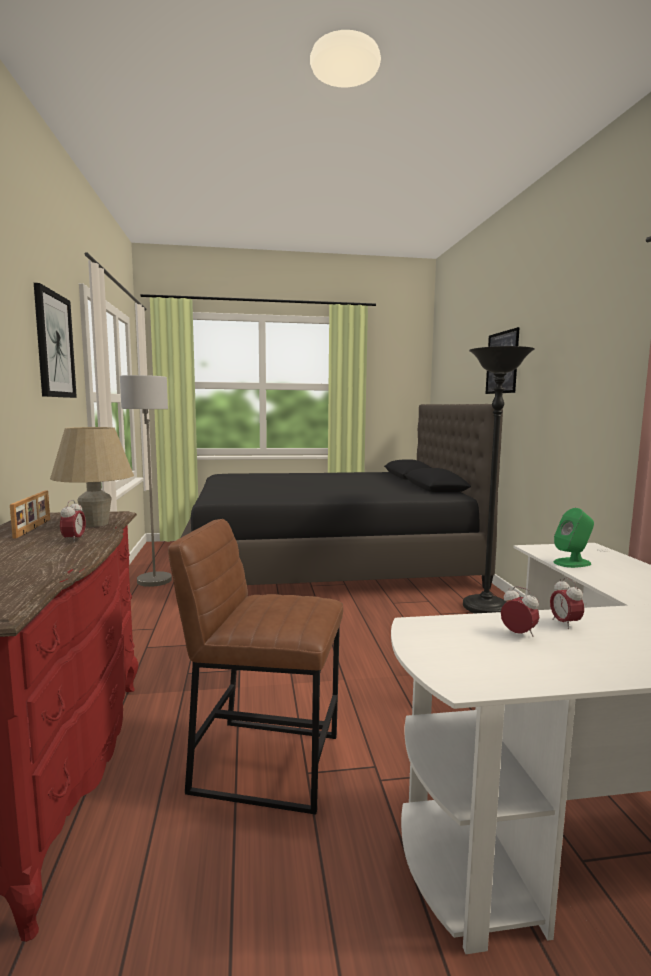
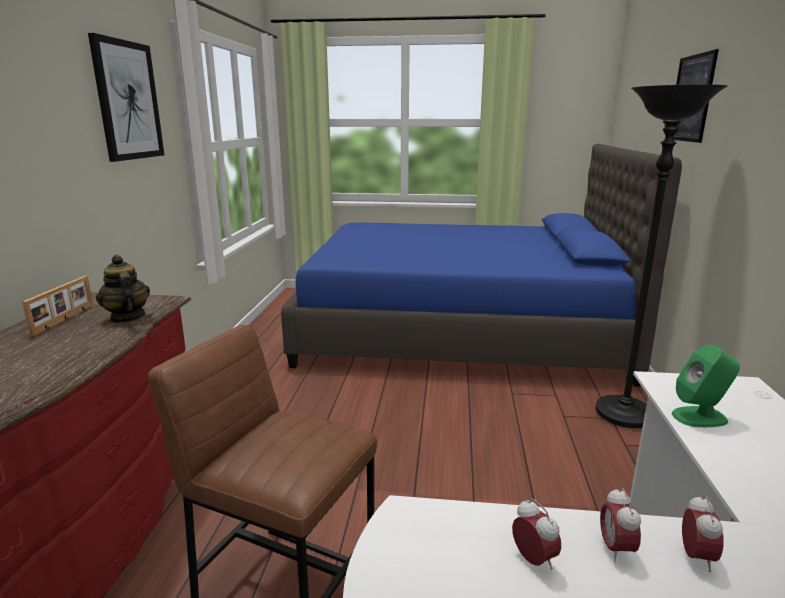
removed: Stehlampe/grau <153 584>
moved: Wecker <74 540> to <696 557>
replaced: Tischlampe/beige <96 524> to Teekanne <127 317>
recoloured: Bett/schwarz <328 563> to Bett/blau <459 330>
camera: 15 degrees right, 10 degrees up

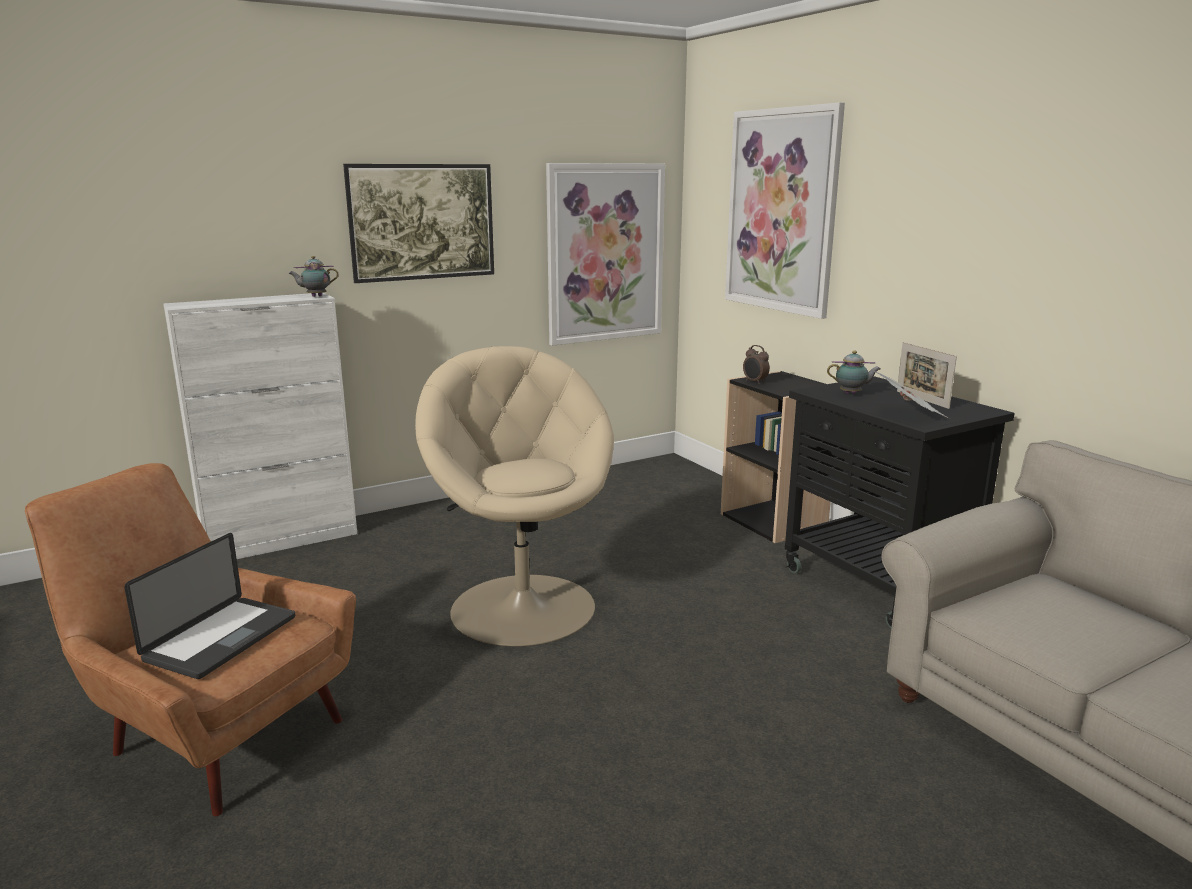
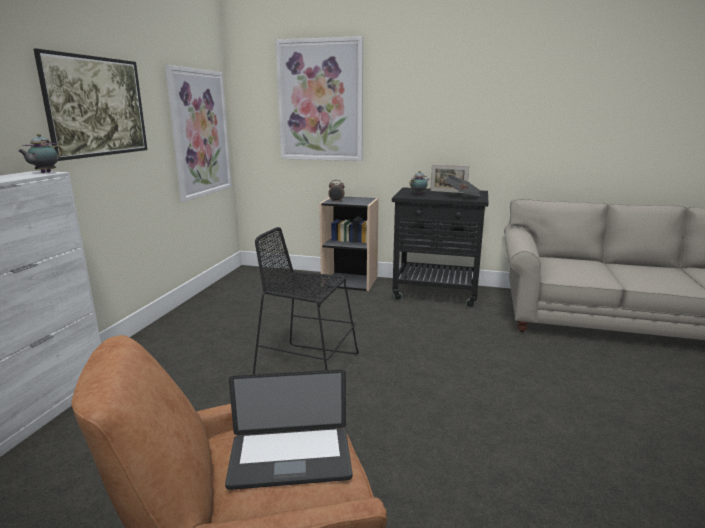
replaced: Sessel/beige <523 606> to Hocker/schwarz <309 369>
turned: Laptop <221 639> = <290 459> 105 degrees clockwise
camera: 45 degrees left, 0 degrees up

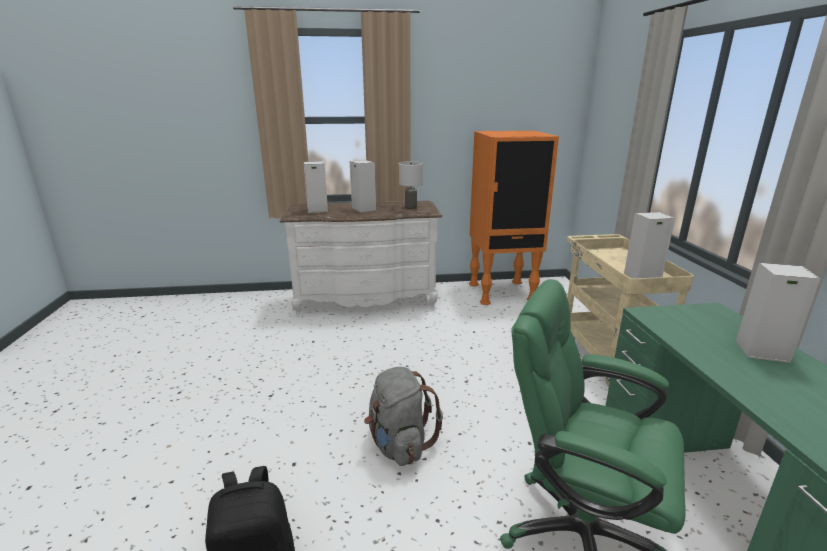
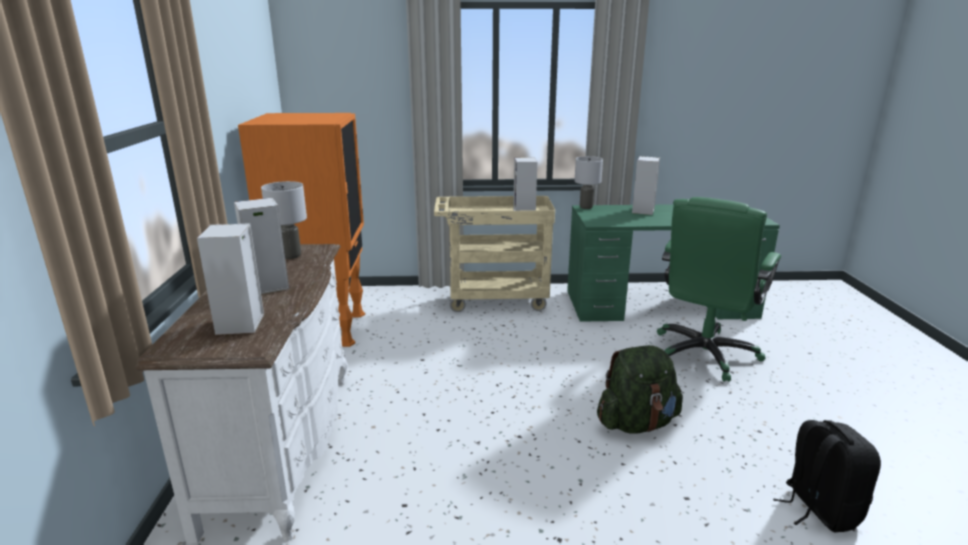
added: Tischlampe/weiß <585 207>
recoloured: Rucksack/grau <399 444> to Rucksack/grün <637 423>
camera: 85 degrees left, 0 degrees up

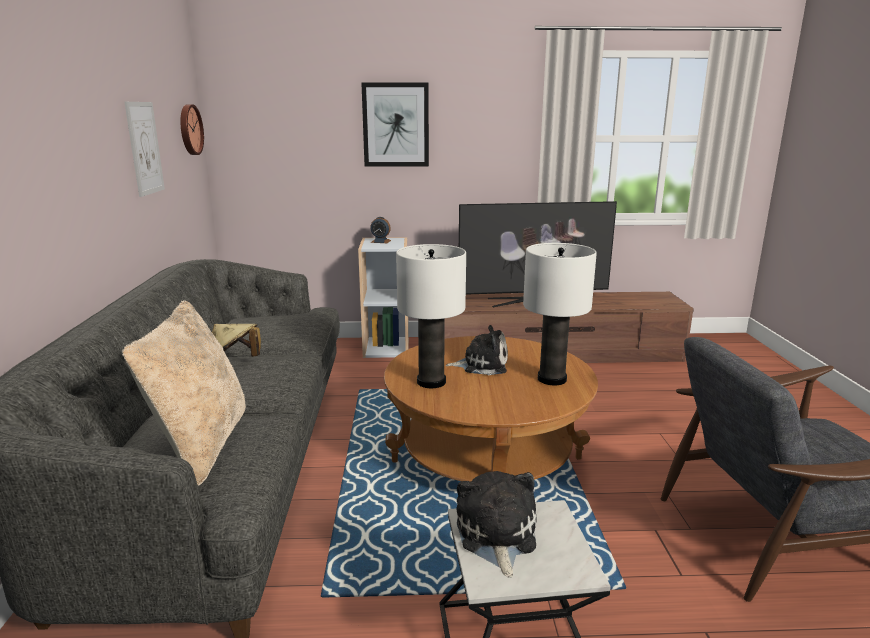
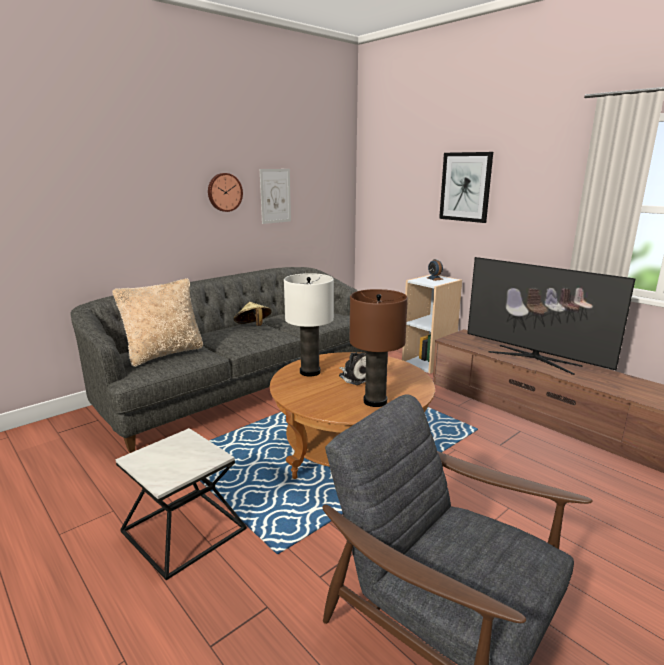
removed: Plüschtier <496 536>
moved: Wanduhr <189 129> to <224 192>
recoloured: Tischlampe/weiß <552 379> to Tischlampe/braun <375 401>
camera: 50 degrees right, 0 degrees up

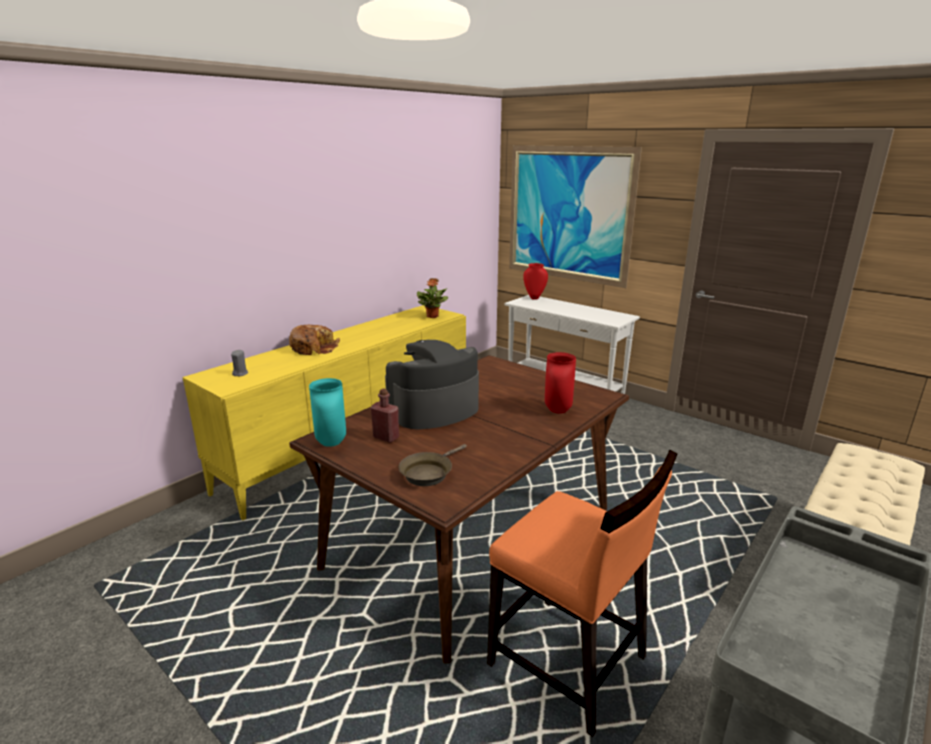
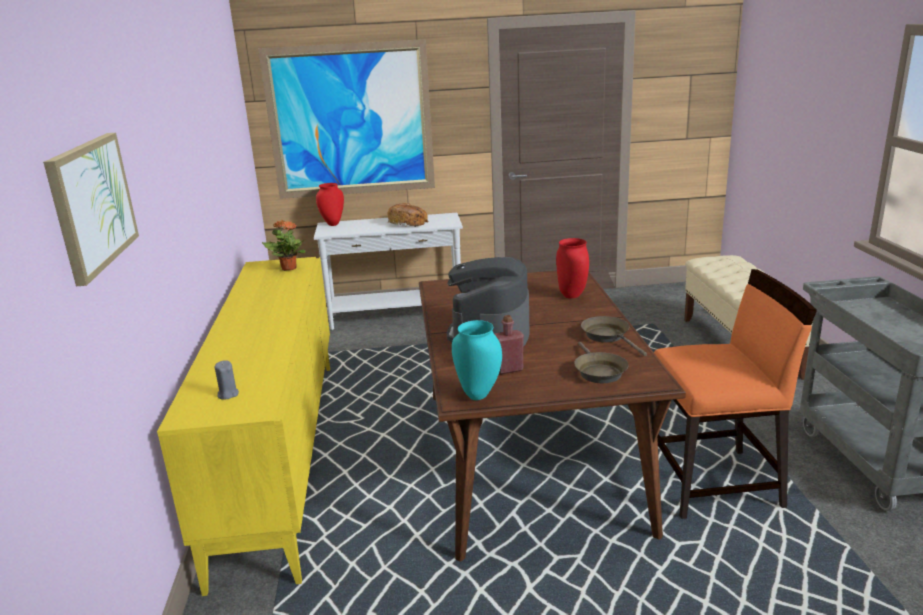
added: Bild <92 204>; Pfanne/braun <608 336>
moved: Brot <314 348> to <408 223>
camera: 45 degrees left, 0 degrees up

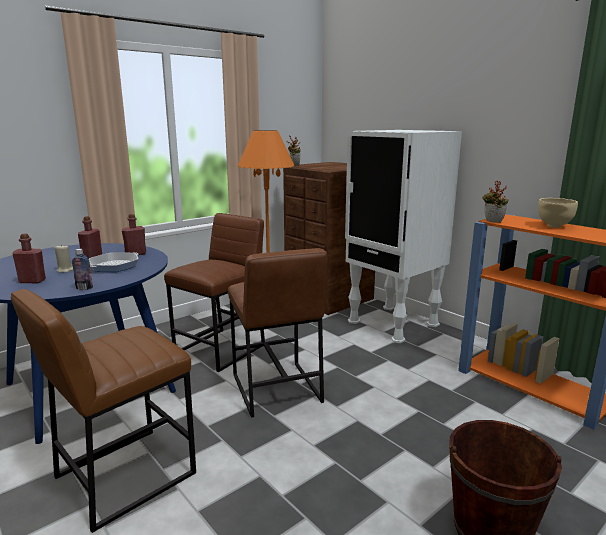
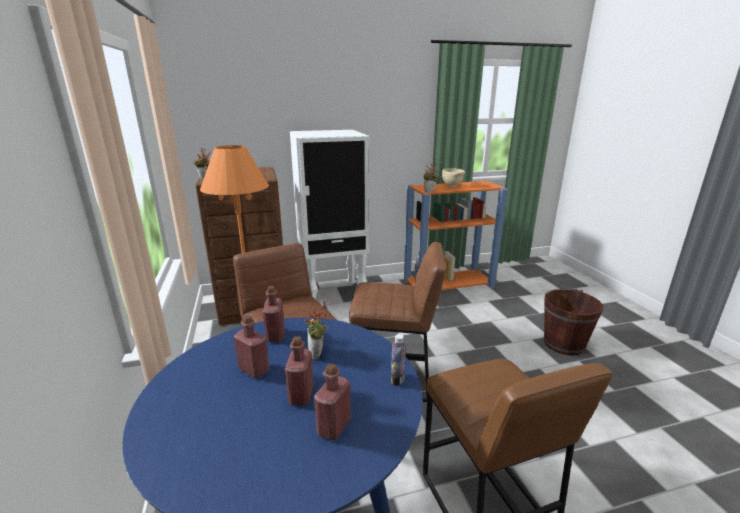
replaced: Kerze/beige <65 270> to Flasche/rot <301 395>; Pfanne <114 266> to Topfpflanze <318 354>
camera: 65 degrees left, 5 degrees up

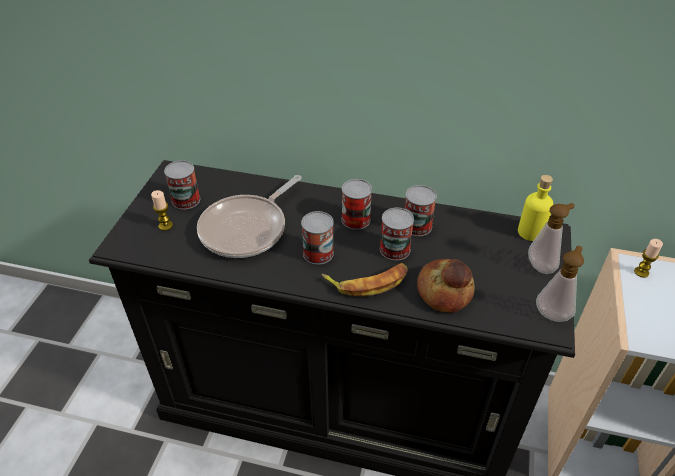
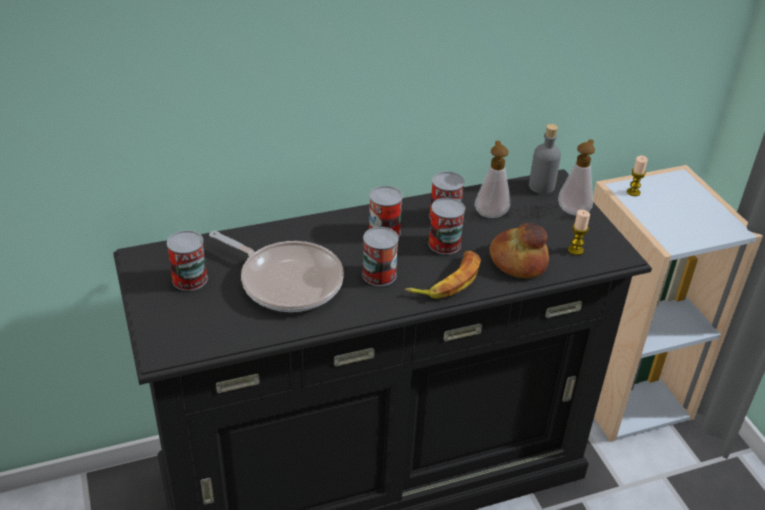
moved: Seifenspender <552 313> to <490 213>; Kerze <165 225> to <575 250>
recoloured: Flasche/gelb <530 232> to Flasche/grau <541 186>
turned: Pfanne <247 229> = <287 280> 60 degrees counterclockwise
camera: 35 degrees left, 5 degrees down

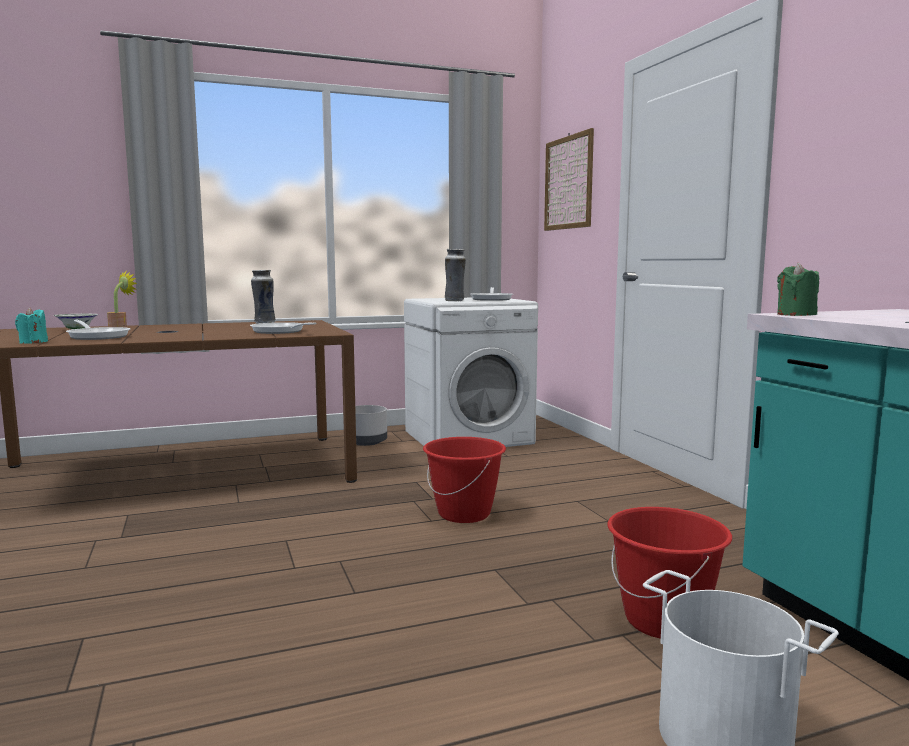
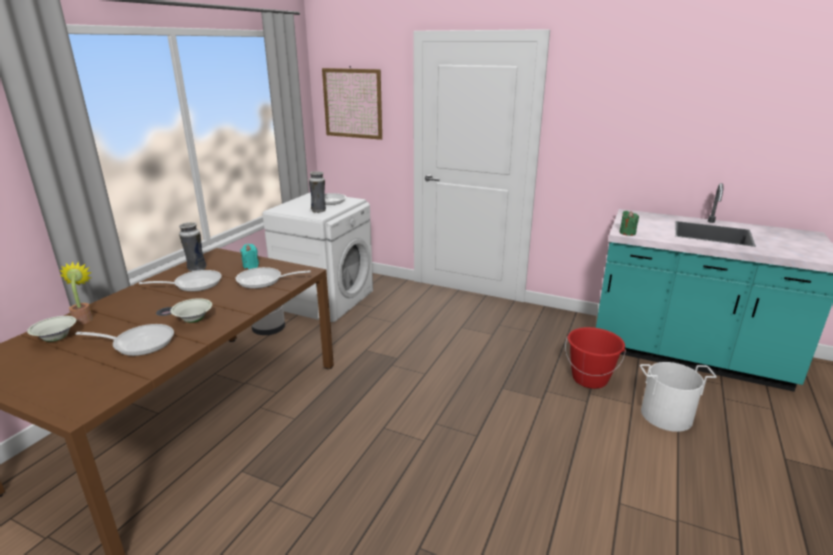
removed: Eimer/rot <464 514>
added: Pfanne <193 284>; Schüssel/weiß <194 320>
moved: Kerze/türkis <33 342> to <251 266>
camera: 45 degrees left, 15 degrees up

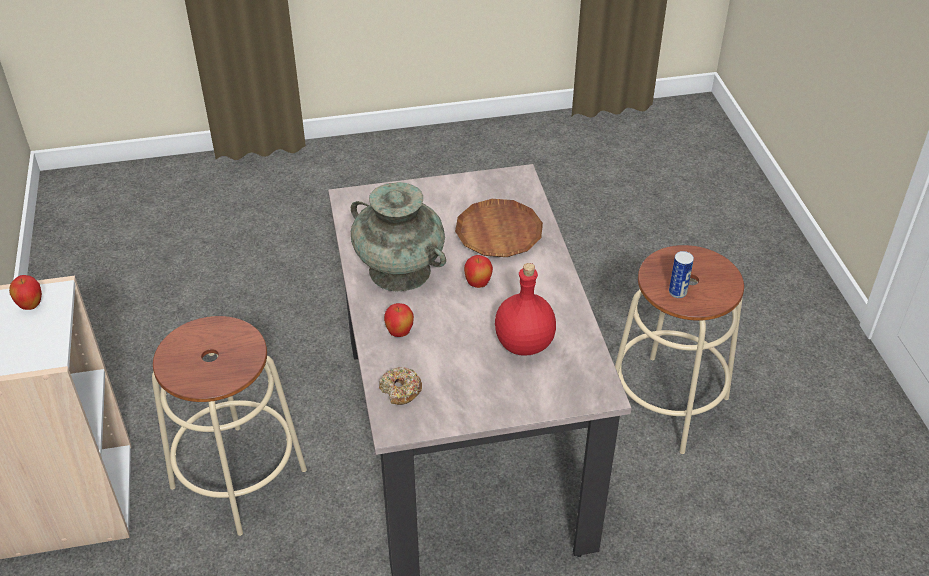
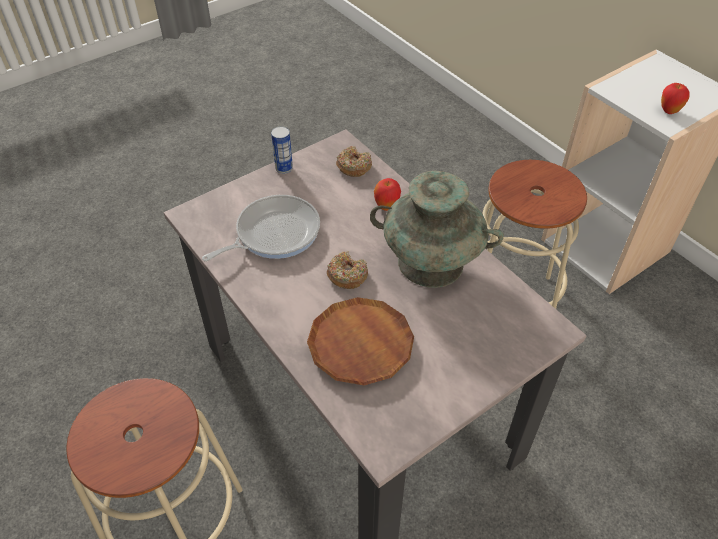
moved: Dose <677 292> to <284 168>
replaced: Flasche/rot <525 344> to Pfanne <273 233>; Apfel <478 284> to Donut <347 275>
camera: 155 degrees right, 5 degrees up

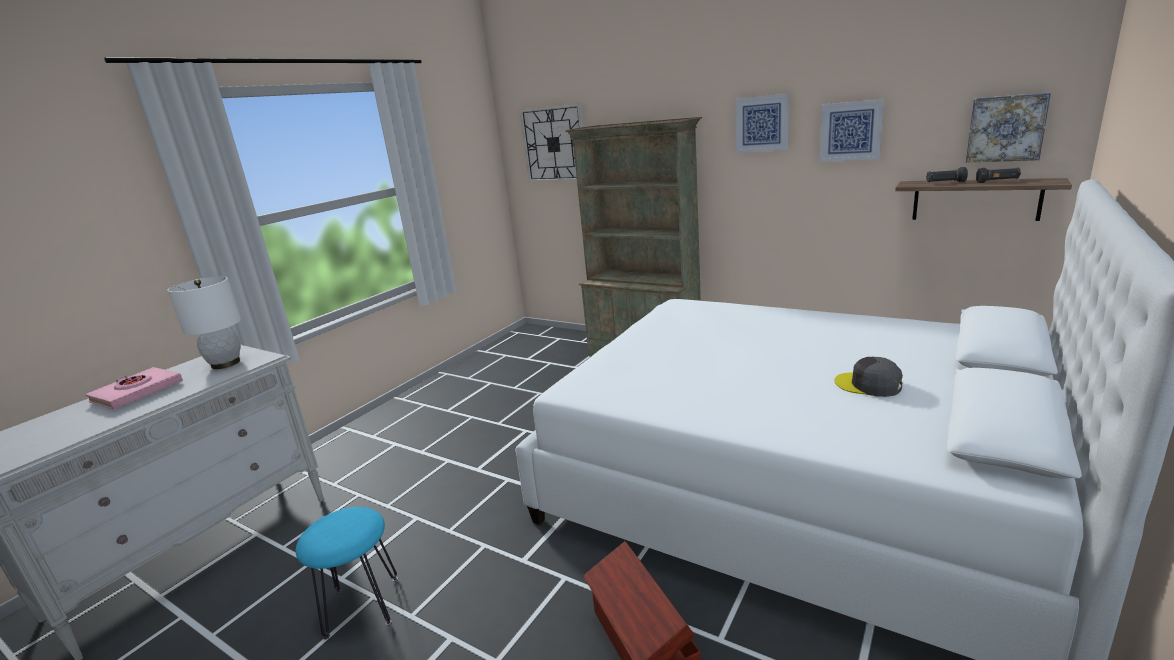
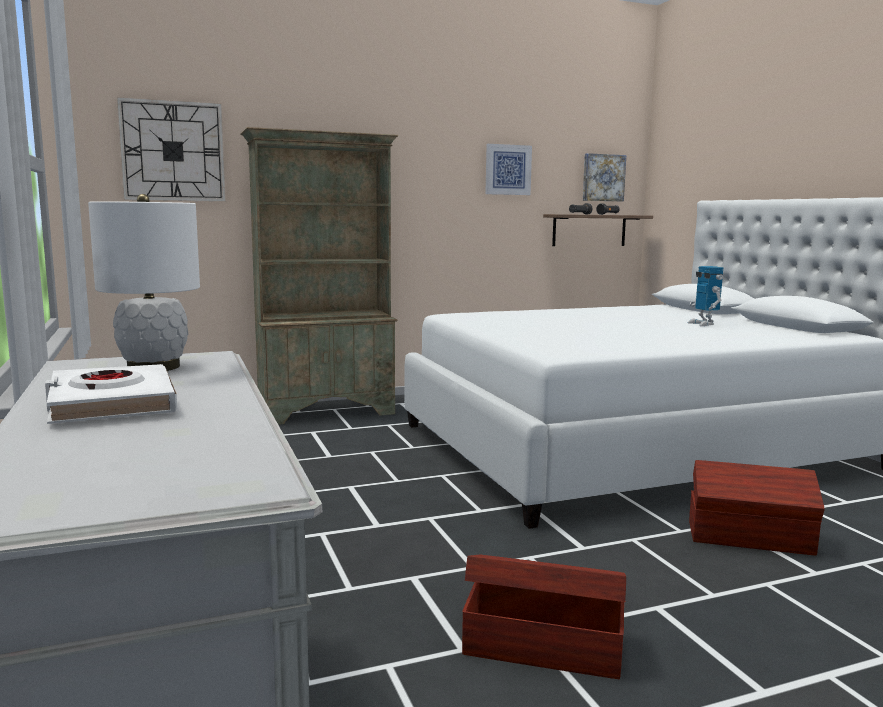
removed: Bild <762 124>
replaced: Hocker/türkis <362 606> to Aufbewahrungsbox/braun <541 645>; Kappe/grau <868 385> to Spielzeugroboter <703 324>
recoloured: Buch/rosa <137 392> to Buch/weiß <111 404>
camera: 55 degrees left, 10 degrees down

